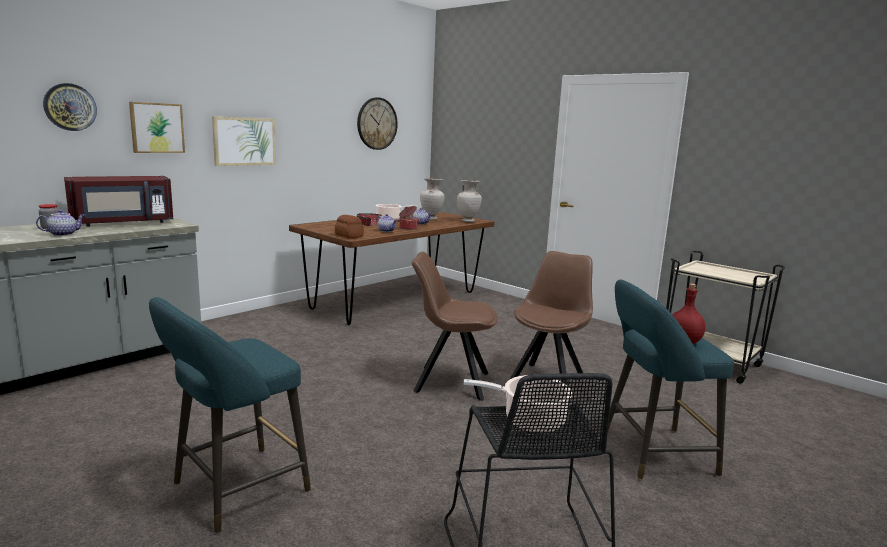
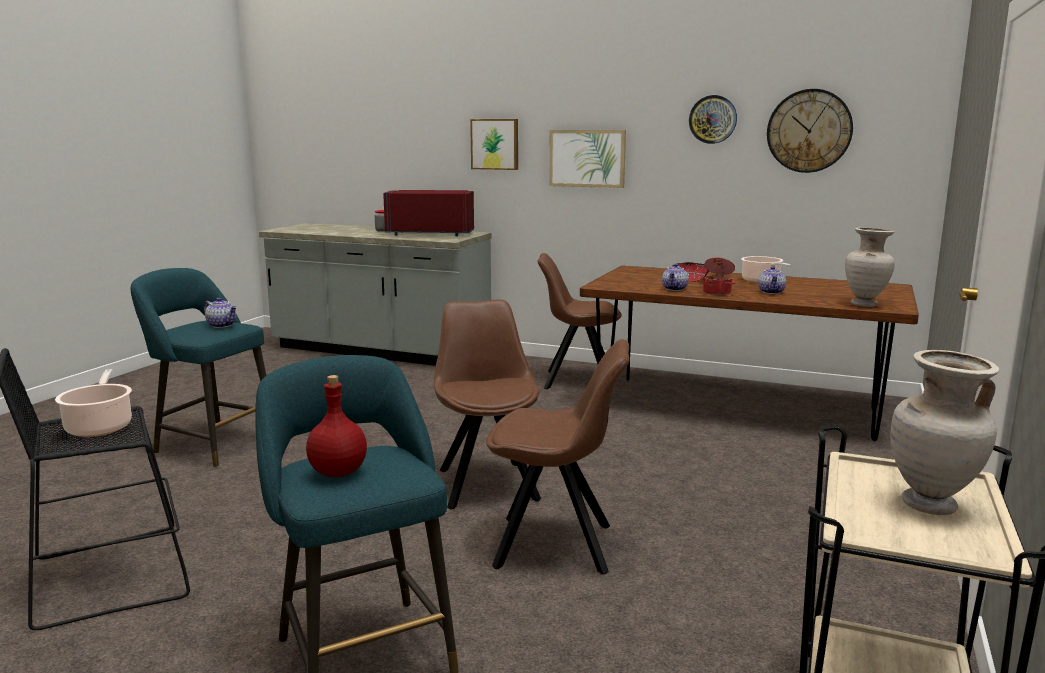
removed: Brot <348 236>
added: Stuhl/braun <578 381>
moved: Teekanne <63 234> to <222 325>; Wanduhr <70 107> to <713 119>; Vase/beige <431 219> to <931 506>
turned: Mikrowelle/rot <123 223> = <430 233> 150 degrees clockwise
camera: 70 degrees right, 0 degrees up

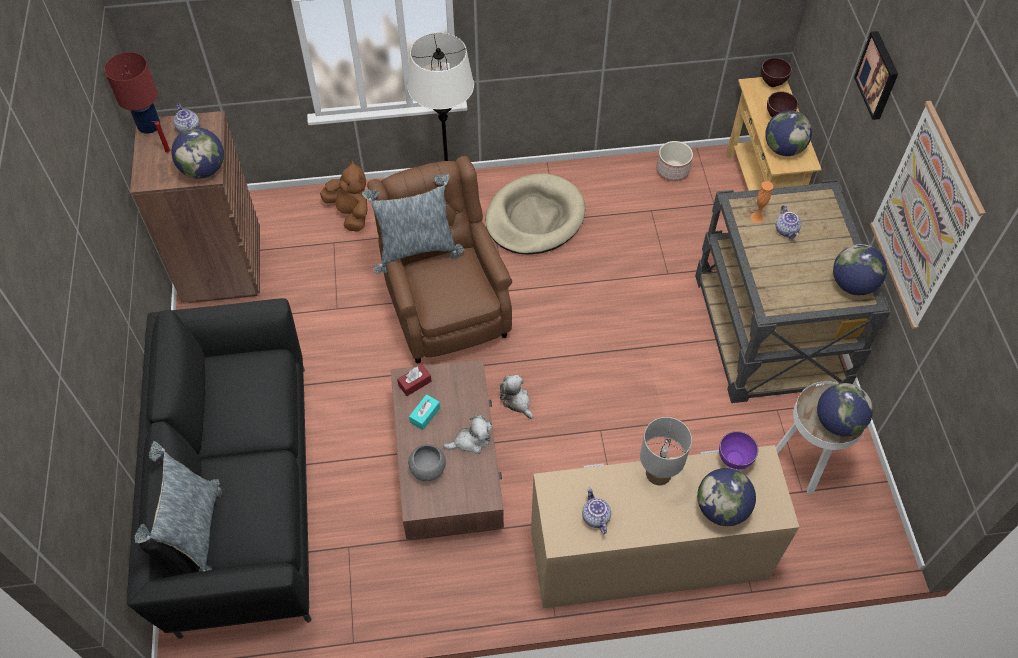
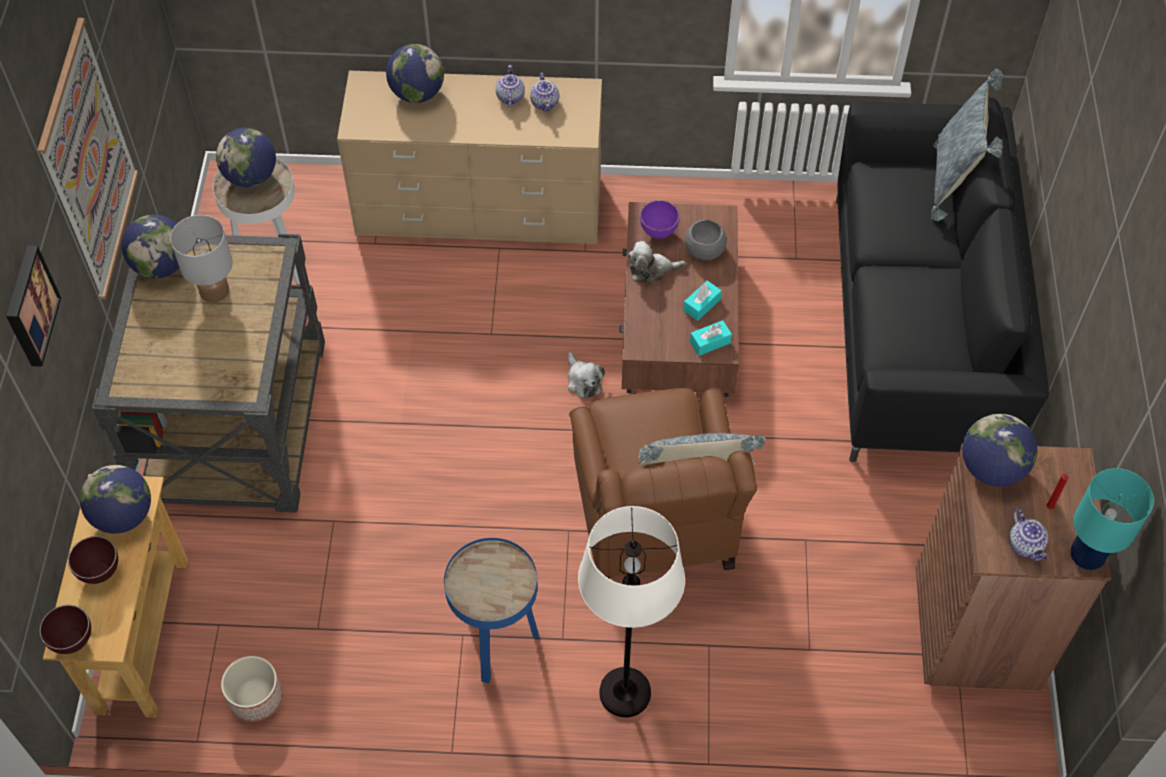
removed: Plüschtier/braun <350 213>; Vase/orange <757 217>
moved: Tischlampe/grau <658 474> to <215 290>; Teekanne <787 230> to <509 97>; Schüssel/lila <733 459> to <658 234>
replaced: Hundebett/beige <534 218> to Beistelltisch/blau <497 644>
recoloured: Taschentuchbox/rot <415 383> to Taschentuchbox/türkis <710 342>; Tischlampe/rot <150 127> to Tischlampe/türkis <1086 557>
camera: 170 degrees left, 0 degrees up

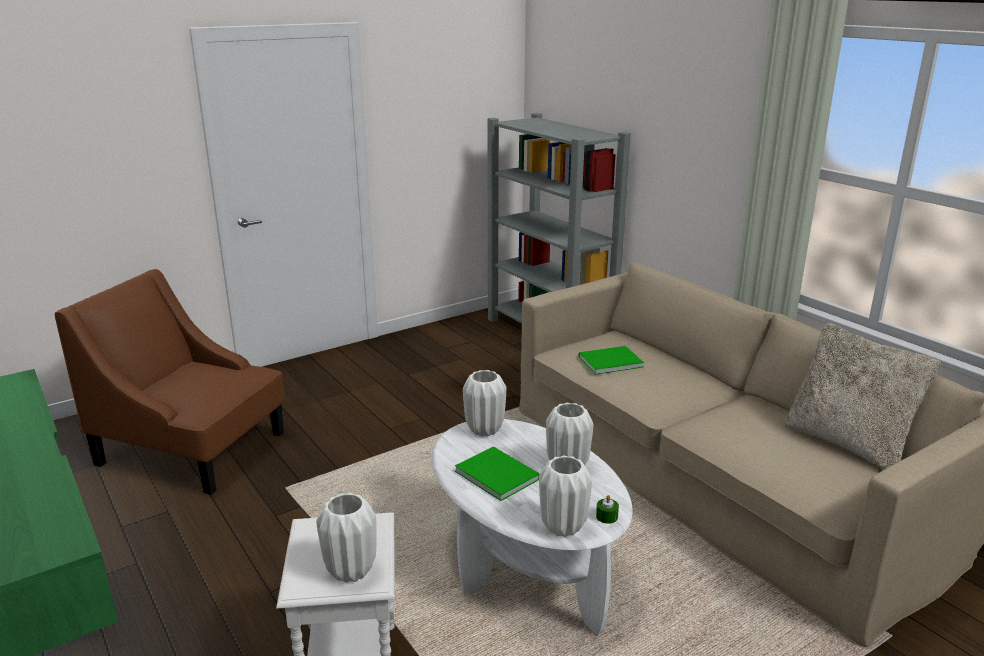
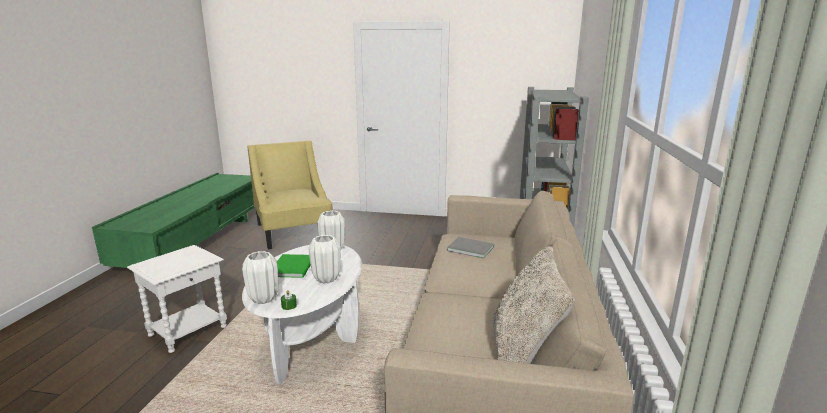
removed: Vase/weiß <350 570>
recoloured: Sessel/braun <193 448> to Sessel/gelb <293 231>; Buch/grün <608 361> to Buch/grau <469 248>
camera: 45 degrees right, 5 degrees down

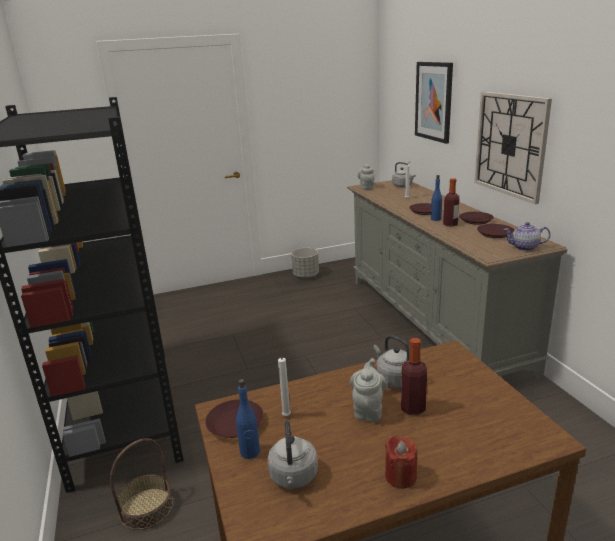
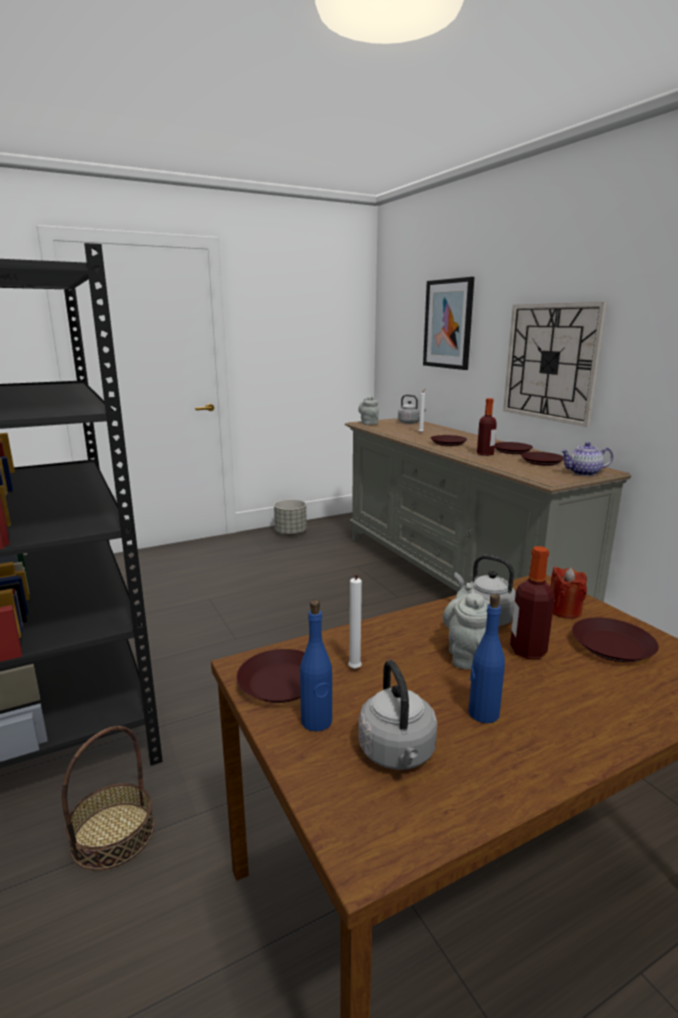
added: Teller/braun <611 646>
moved: Flasche/blau <435 219> to <483 713>; Kerze/rot <400 476> to <564 610>
camera: 10 degrees left, 5 degrees down

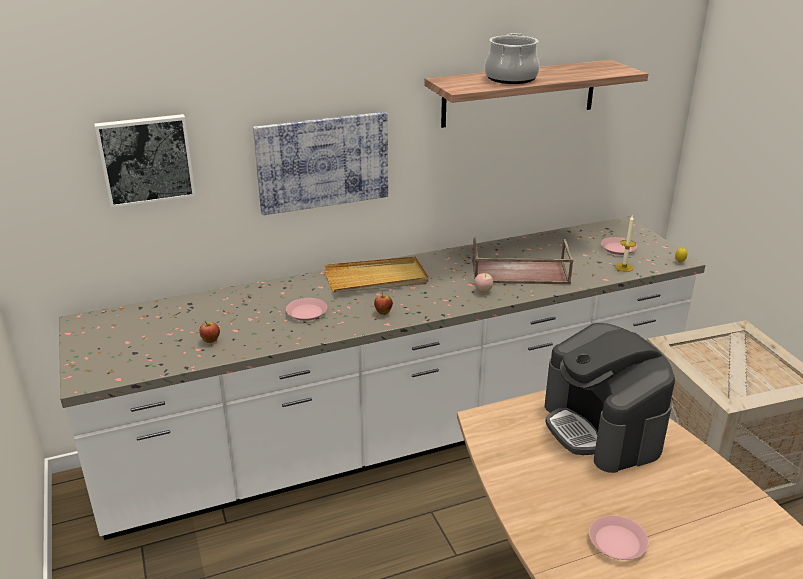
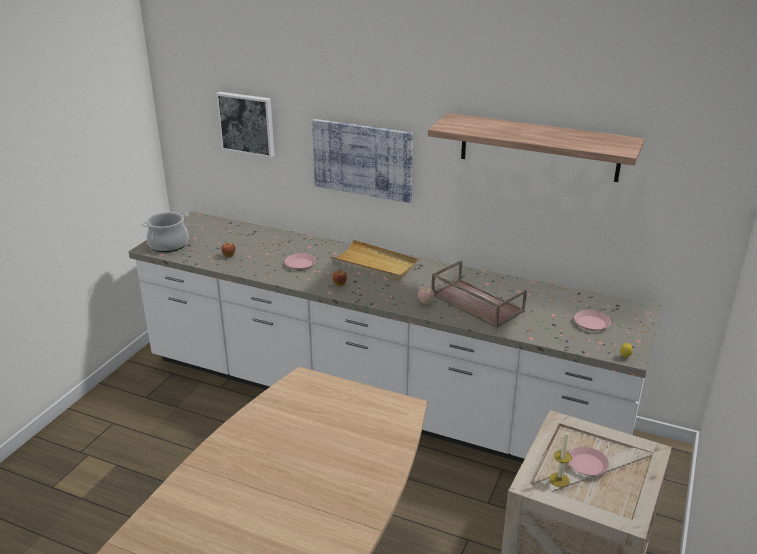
removed: Kaffeemaschine <602 428>
moved: Kochtopf <510 78> to <168 244>; Kerze <624 267> to <559 479>; Teller/rosa <617 542> to <587 464>
camera: 45 degrees right, 0 degrees up

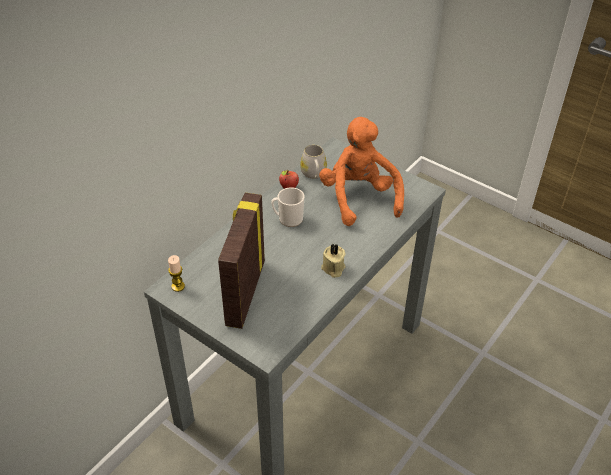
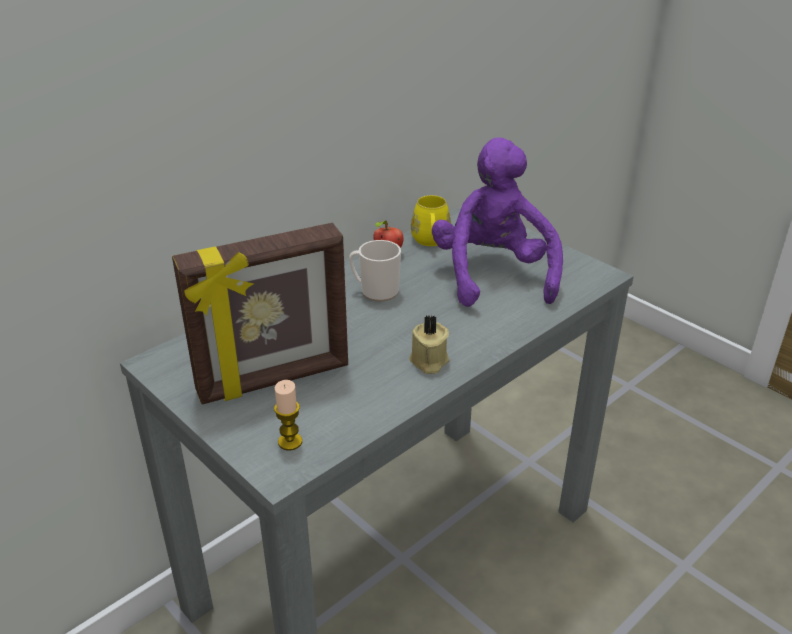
moved: Kerze <178 286> to <290 442>
recoloured: Henkelbecher/weiß <314 174> to Henkelbecher/gelb <430 241>; Plüschtier/orange <359 198> to Plüschtier/lila <493 274>
turned: Bilderrahmen <244 293> = <274 380> 135 degrees counterclockwise
camera: 10 degrees right, 10 degrees down

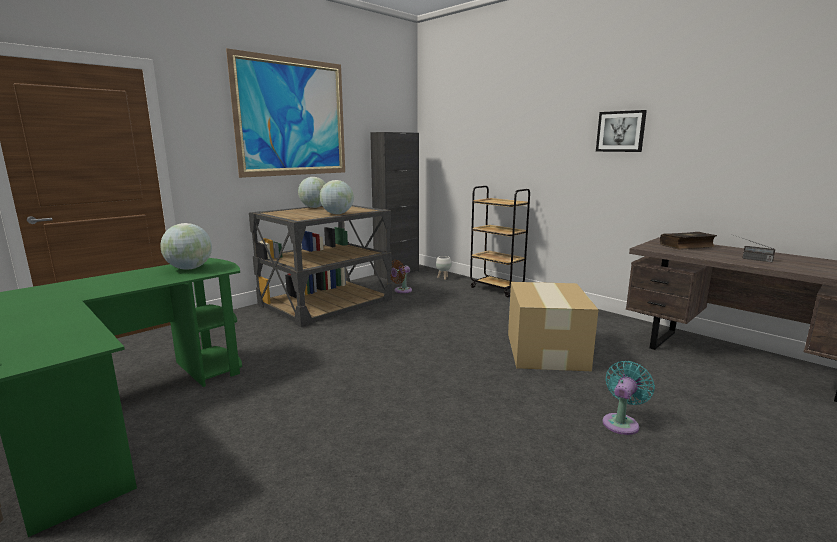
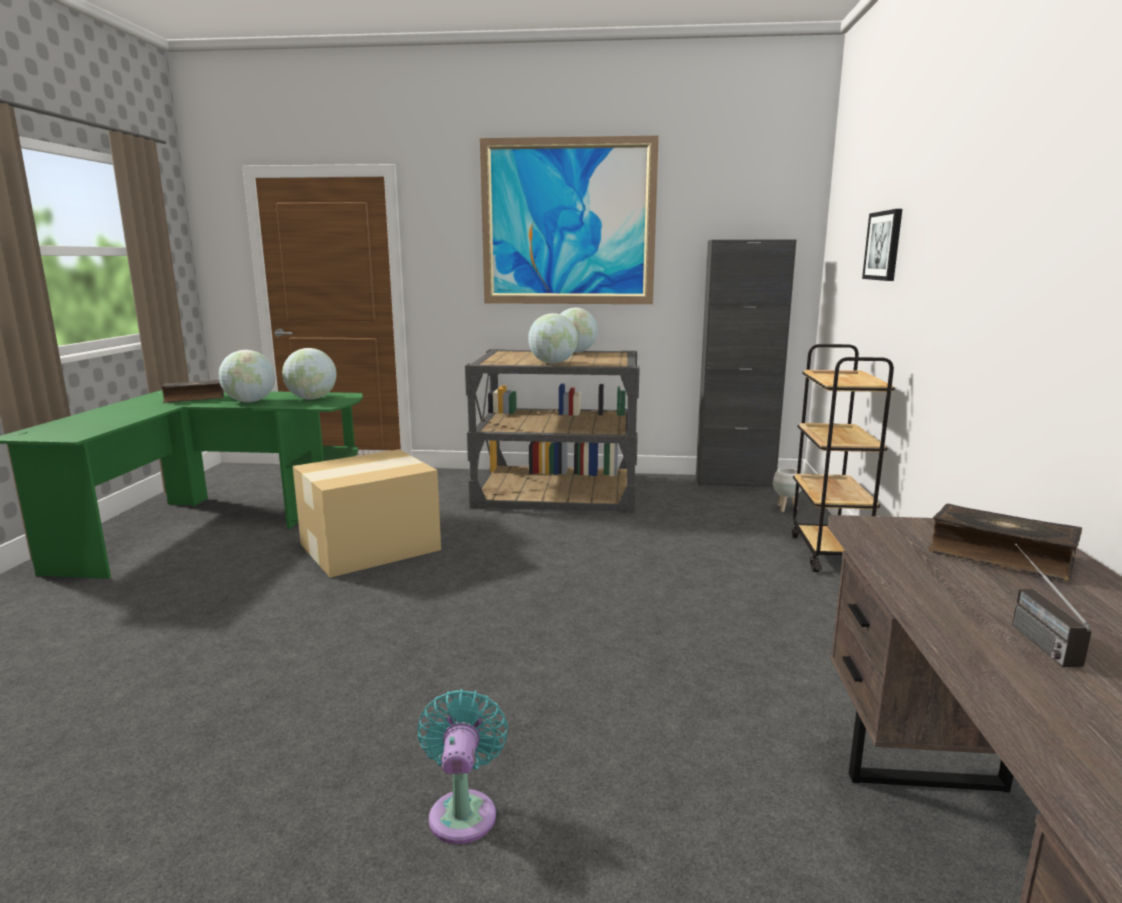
removed: Ventilator/braun <401 291>
added: Buch <194 398>; Globus <250 401>
moved: Karton <546 350> to <372 547>; Bild <620 131> to <884 245>
turned: Ventilator/türkis <621 422> = <463 811> 90 degrees counterclockwise
camera: 50 degrees right, 0 degrees up

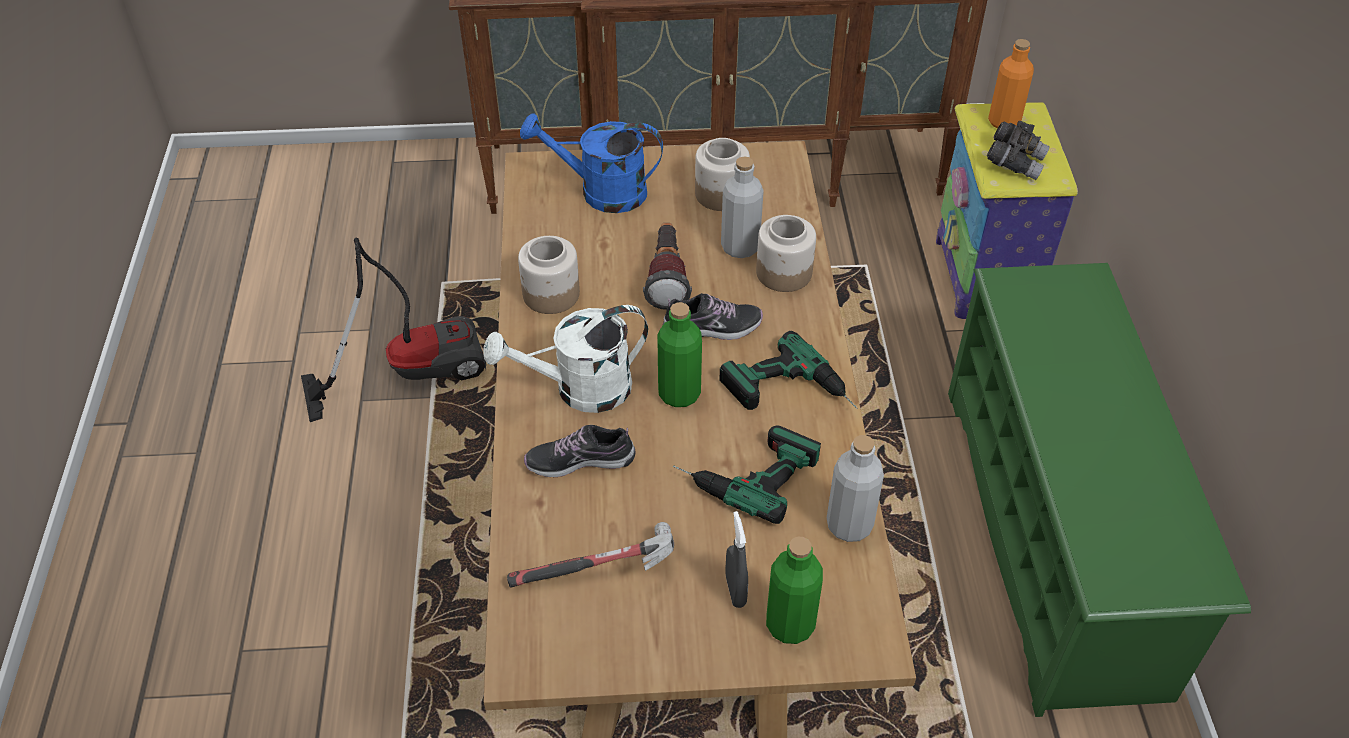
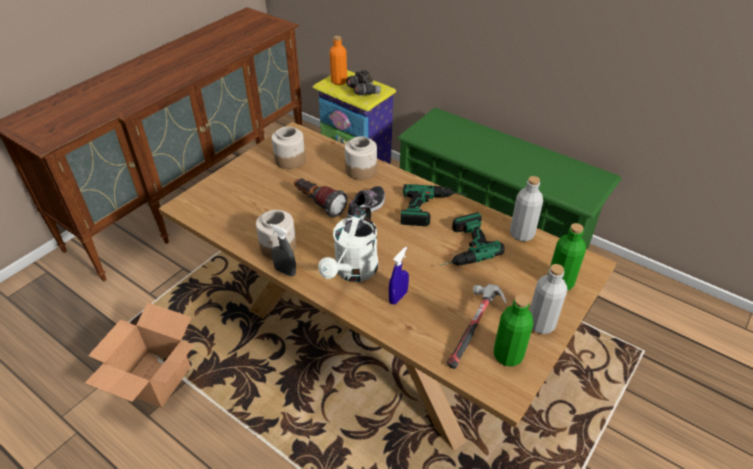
removed: Gießkanne/blau <601 192>
moved: Sprühflasche/grau <735 591> to <285 271>; Flasche/grün <679 393> to <508 355>; Flasche/grau <740 247> to <540 324>
replaced: Staubsauger <411 368> to Karton <156 379>; Schuh <580 461> to Sprühflasche/blau <398 297>
camera: 50 degrees left, 5 degrees down

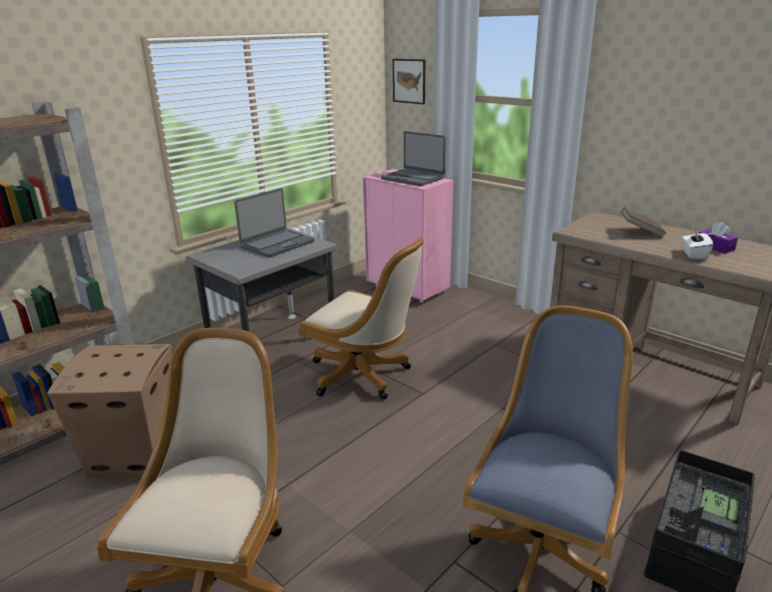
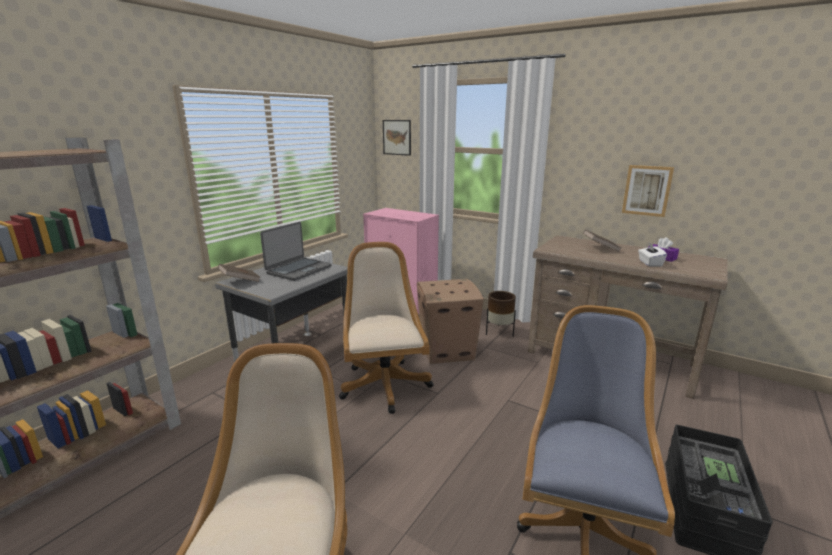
removed: Laptop <413 178>
added: Buch/braun <240 281>; Pflanzkübel/braun <499 332>; Bild <647 190>
moved: Karton <134 453> to <446 351>
turned: Bürostuhl <365 375> = <384 381> 120 degrees counterclockwise
camera: 10 degrees left, 5 degrees down

